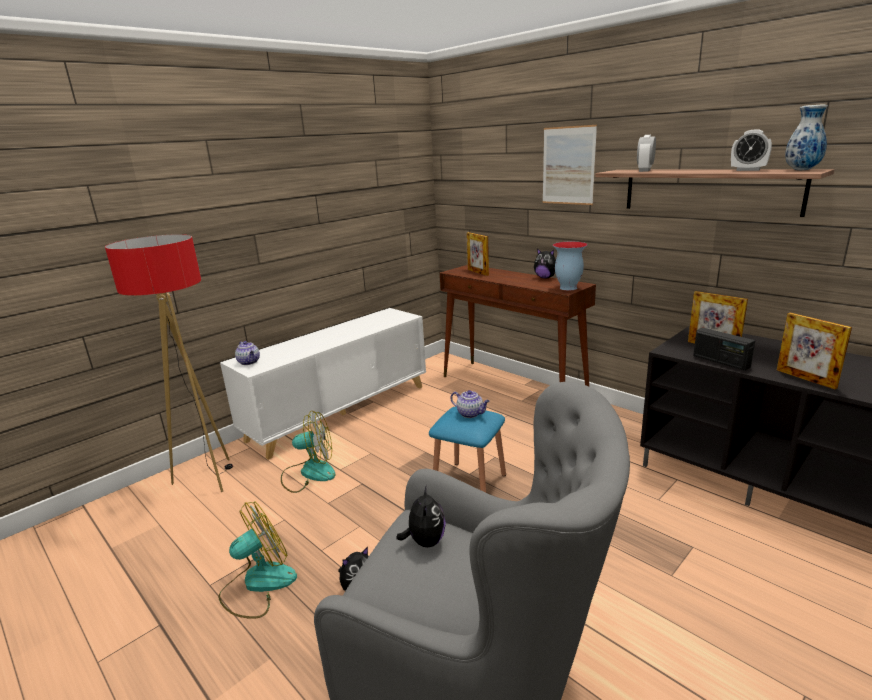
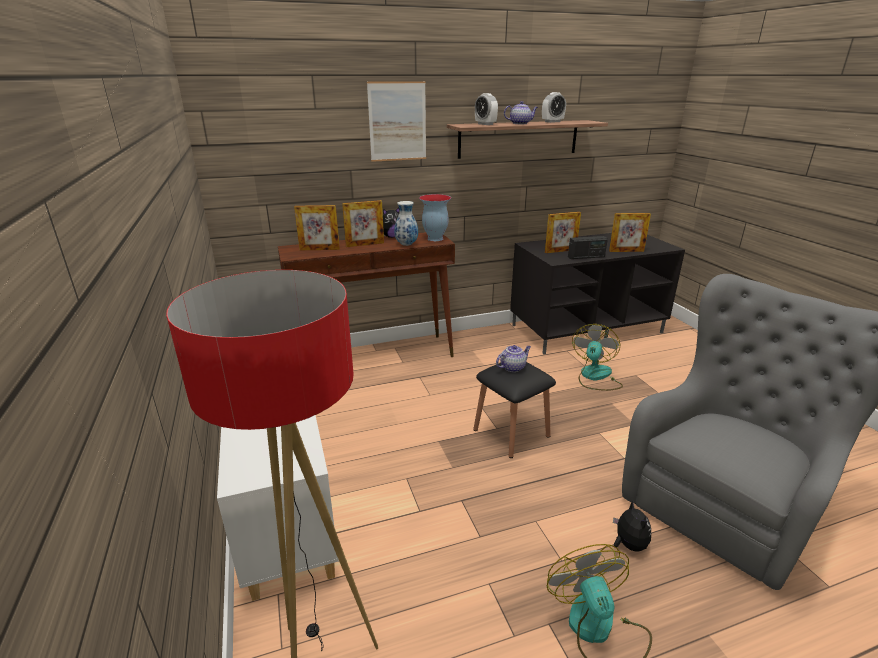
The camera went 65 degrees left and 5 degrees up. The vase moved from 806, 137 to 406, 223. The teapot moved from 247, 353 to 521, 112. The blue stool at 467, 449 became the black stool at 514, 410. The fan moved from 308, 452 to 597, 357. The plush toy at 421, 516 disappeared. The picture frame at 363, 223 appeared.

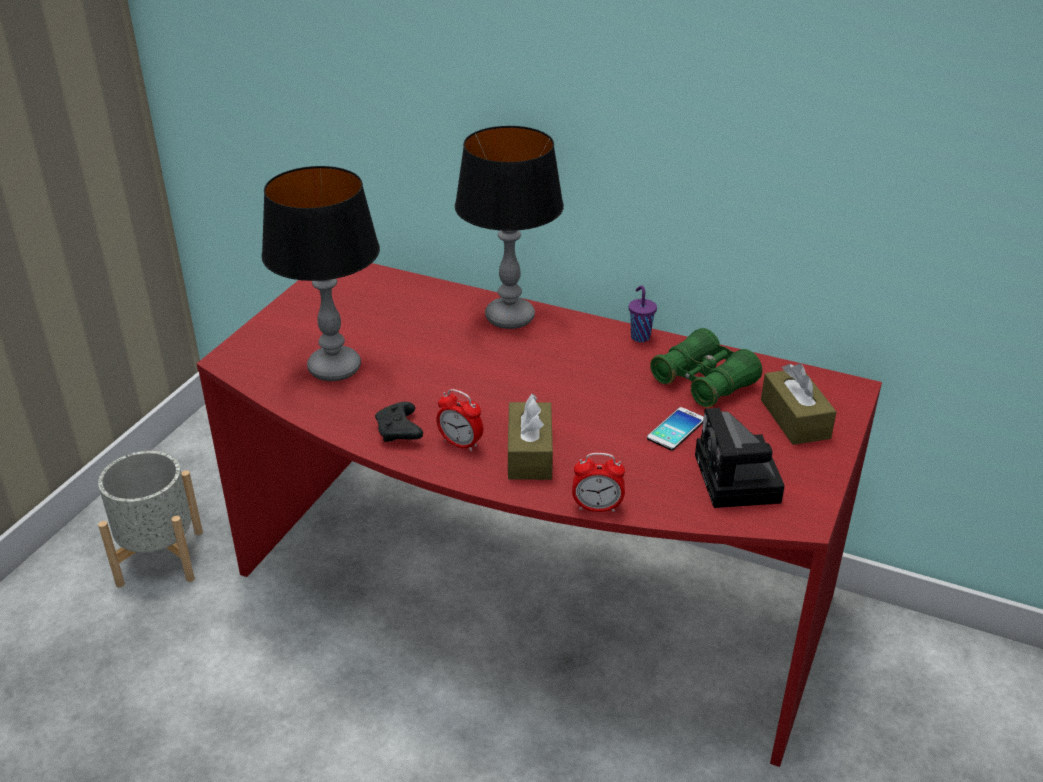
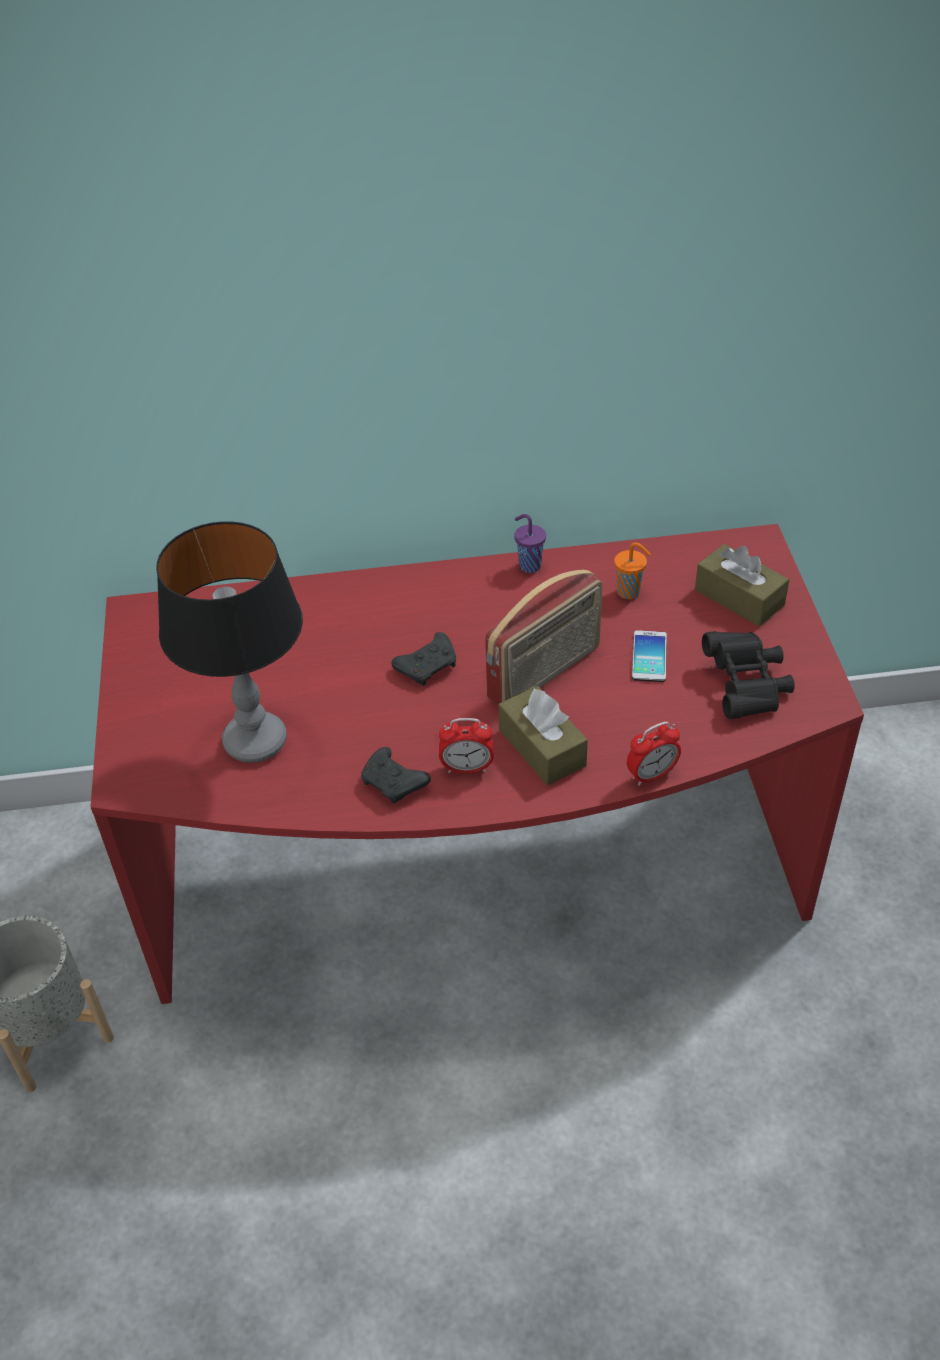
The camera went 30 degrees left and 10 degrees up. The table lamp at 509, 227 disappeared. The green binoculars at 706, 368 was replaced by the orange cup at 632, 570. The photo camera at 740, 458 was replaced by the black binoculars at 748, 675. The radio at 544, 637 appeared. The black game controller at 424, 658 appeared.

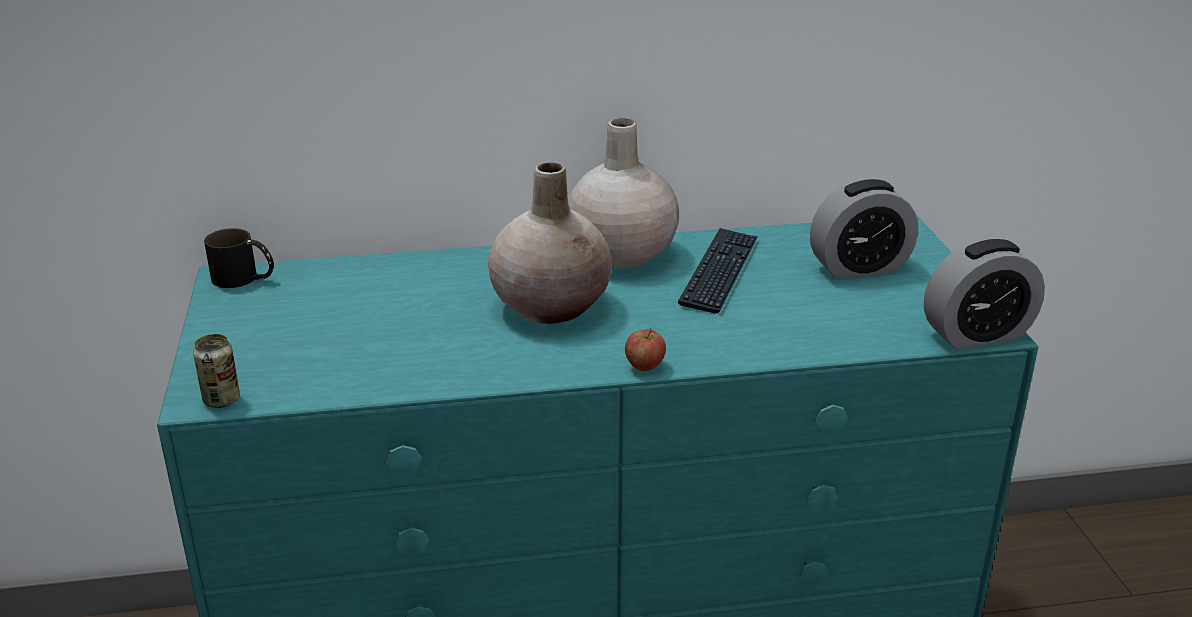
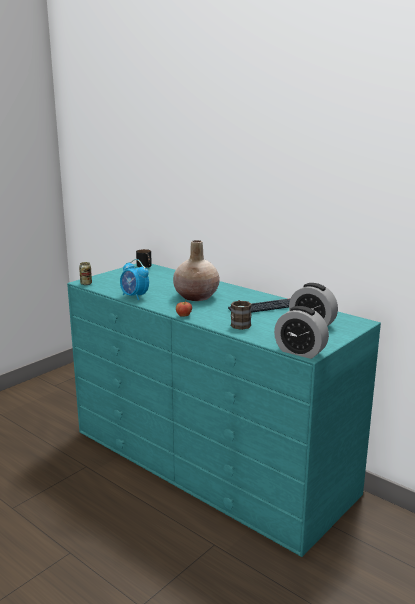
The camera went 50 degrees right and 10 degrees down. The beige vase at 623, 193 disappeared. The alarm clock at 134, 279 appeared. The brown mug at 241, 315 appeared.

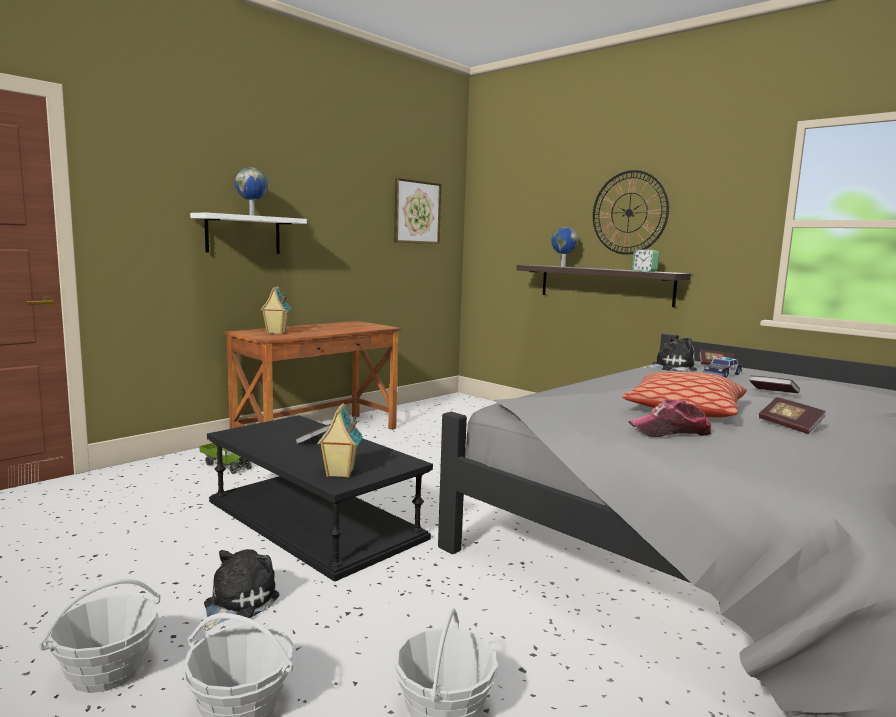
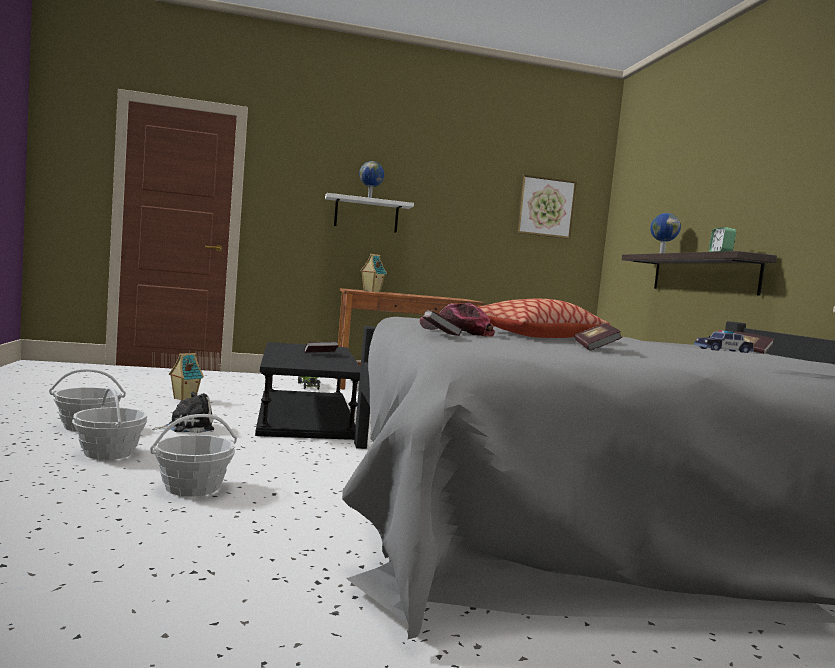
The camera went 35 degrees right and 5 degrees down. The wall clock at 631, 212 disappeared. The plush toy at 669, 354 disappeared. The book moved from 774, 385 to 442, 323. The toy house moved from 340, 440 to 186, 377.

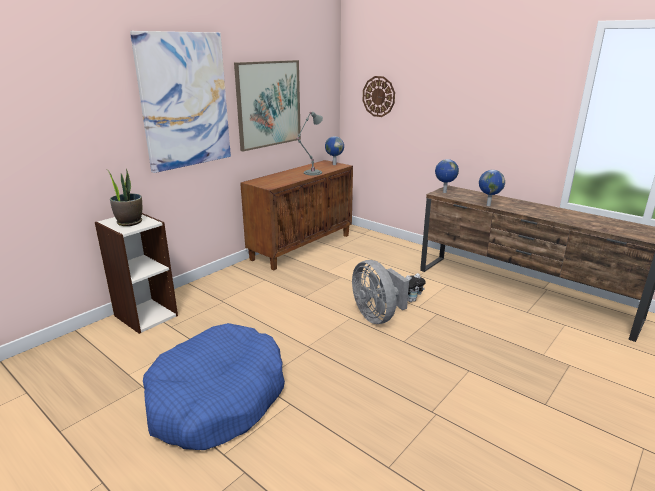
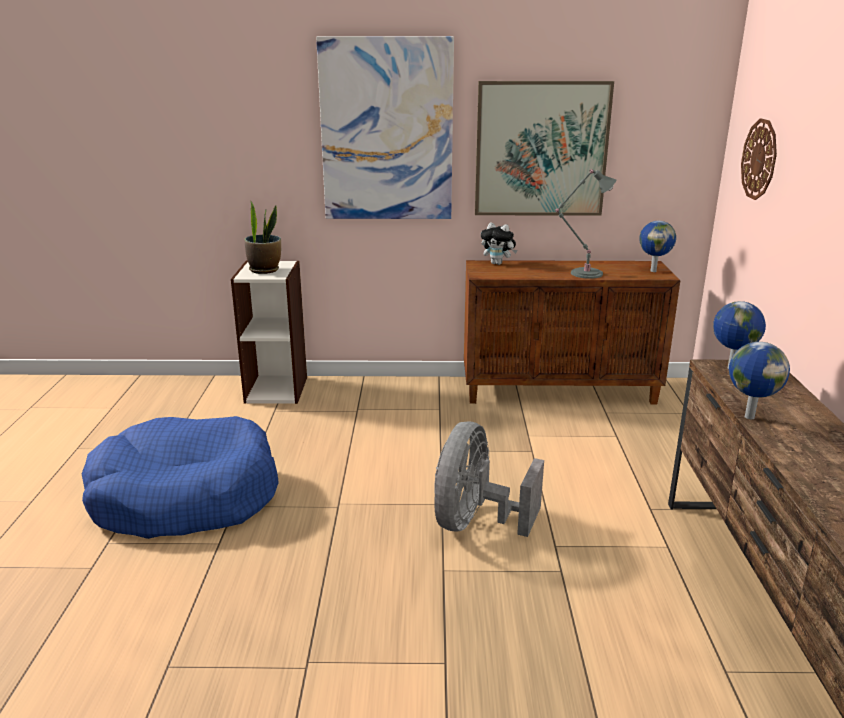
The camera went 50 degrees right and 0 degrees up. The plush toy moved from 416, 287 to 499, 244.

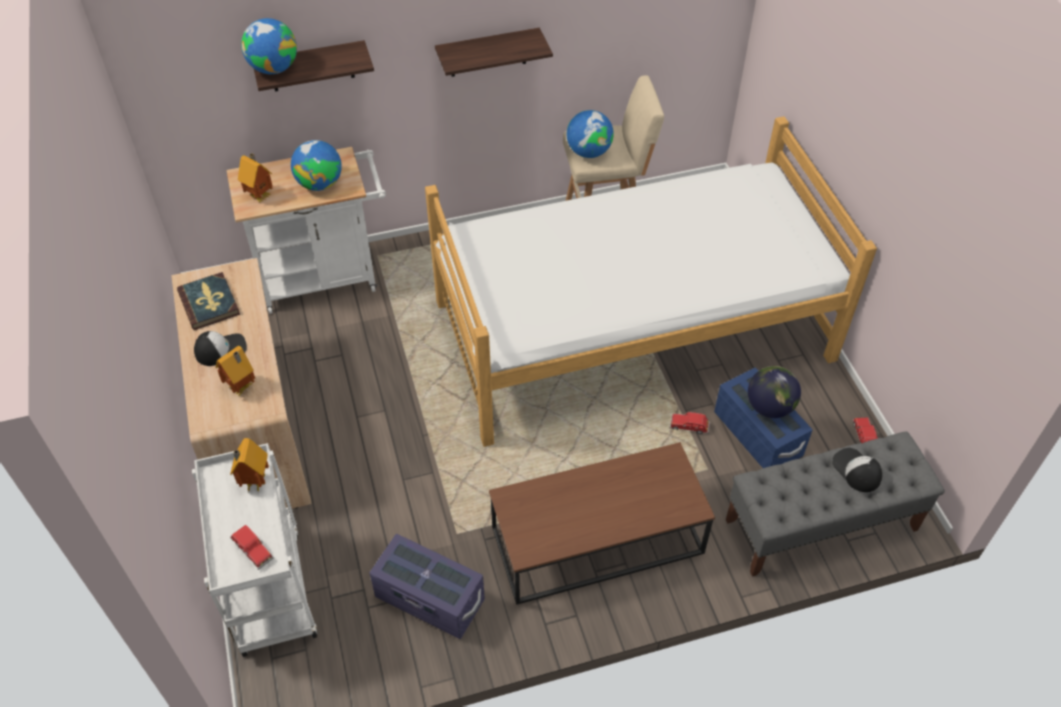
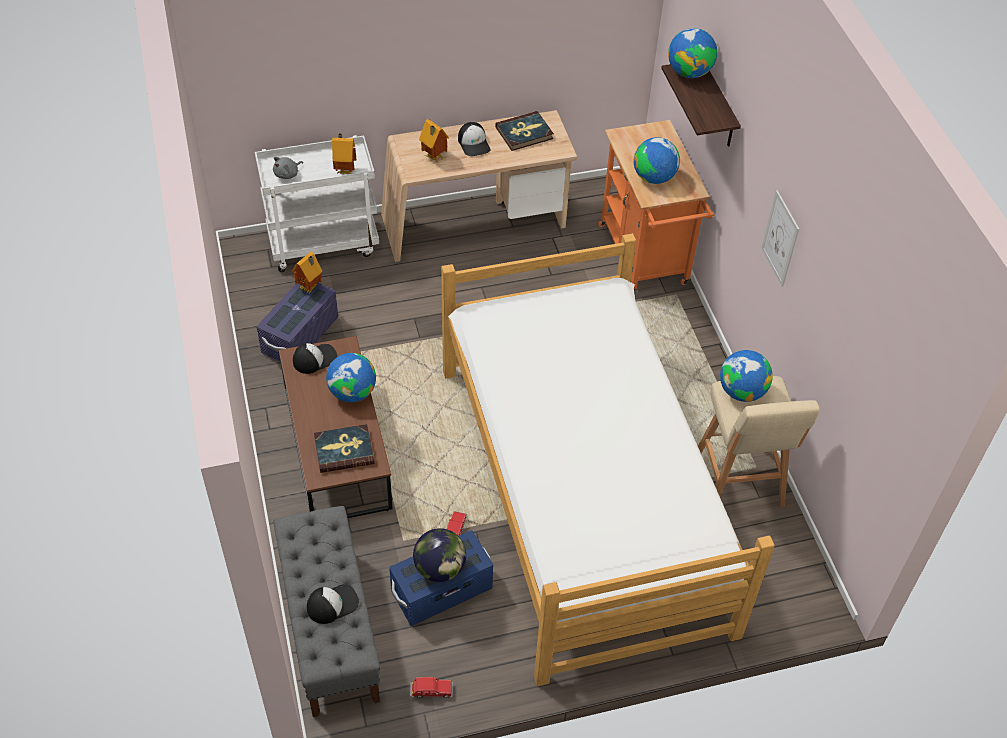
The camera went 90 degrees right and 0 degrees up. The shelf at 494, 52 was replaced by the picture at 780, 238. The white cart at 306, 230 became the orange cart at 656, 206. The toy house moved from 255, 177 to 307, 273. The red toy car at 252, 547 was replaced by the grey plush toy at 288, 168. The cap at 315, 358 appeared. The globe at 351, 377 appeared. The book at 344, 448 appeared.

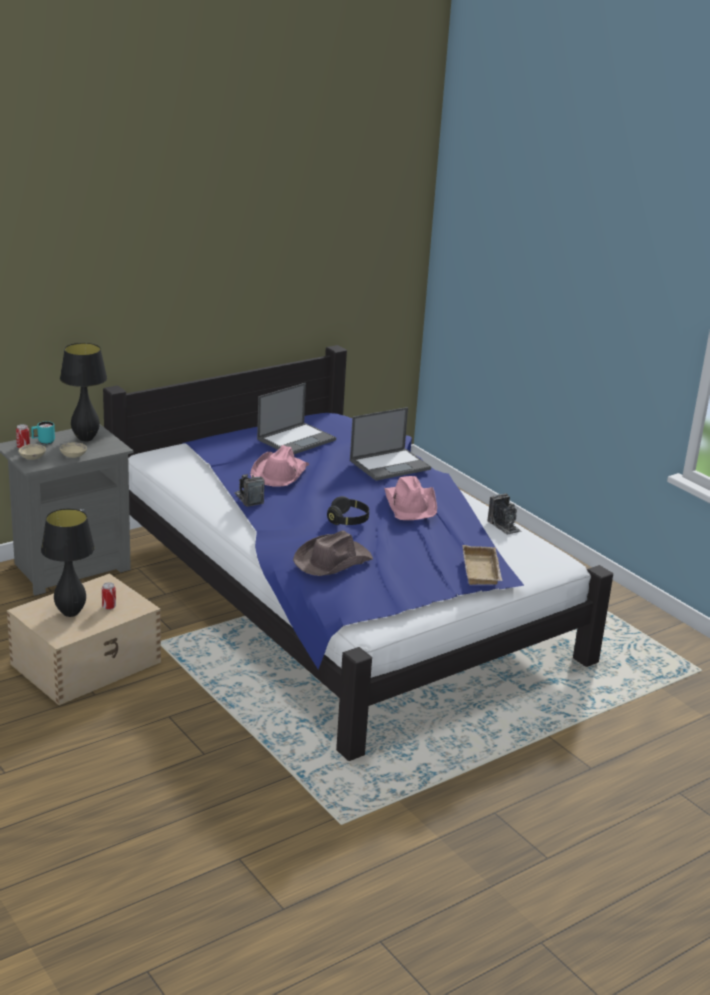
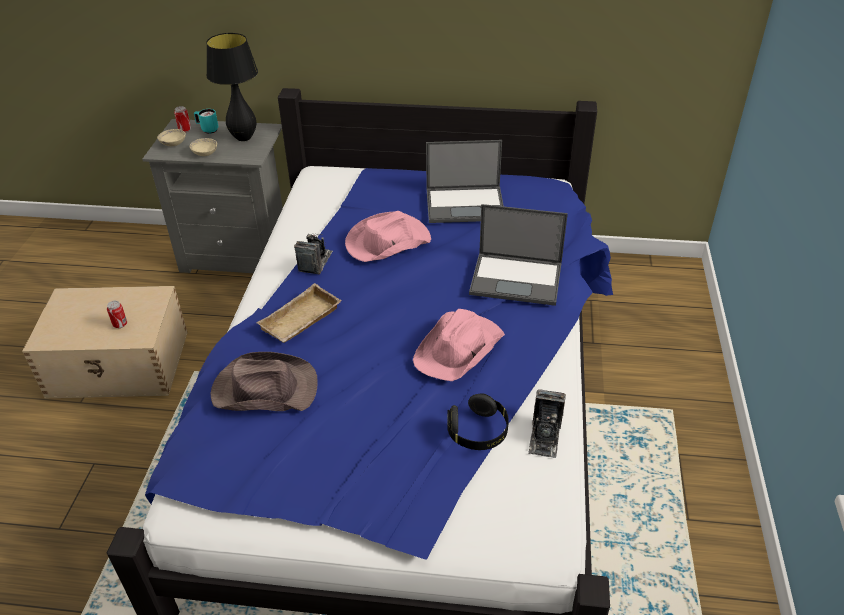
The camera went 45 degrees right and 15 degrees up. The black headphones moved from 348, 510 to 478, 421. The black table lamp at 68, 563 disappeared. The beige tray moved from 482, 565 to 299, 313.

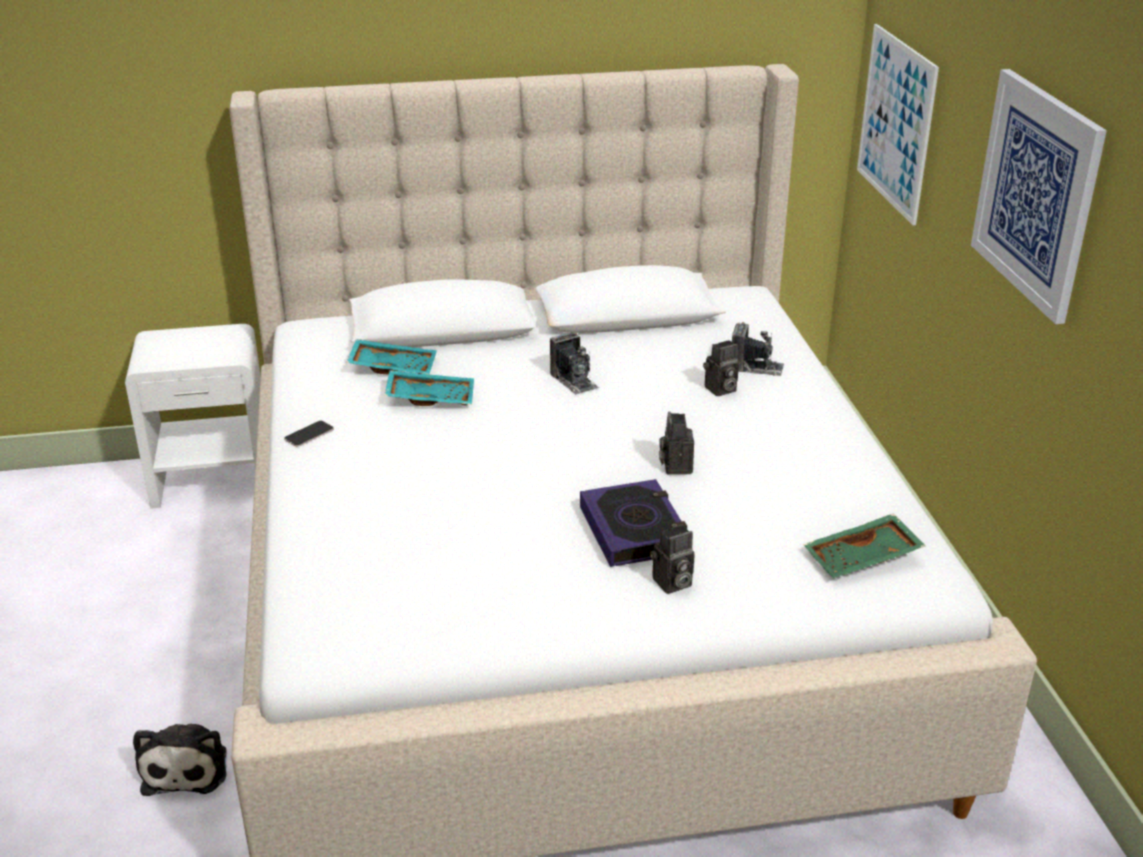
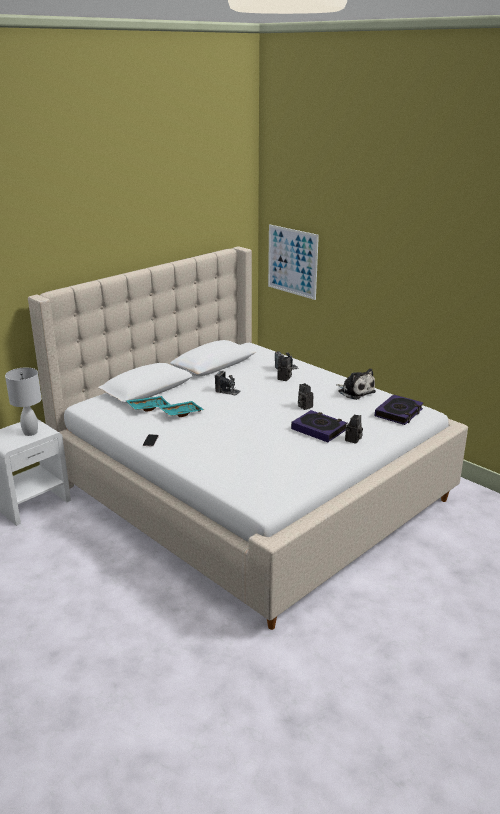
The camera went 35 degrees left and 5 degrees down. The picture at 1039, 196 disappeared. The green tray at 864, 546 was replaced by the book at 399, 409. The plush toy moved from 180, 759 to 356, 384. The white table lamp at 23, 401 appeared.

